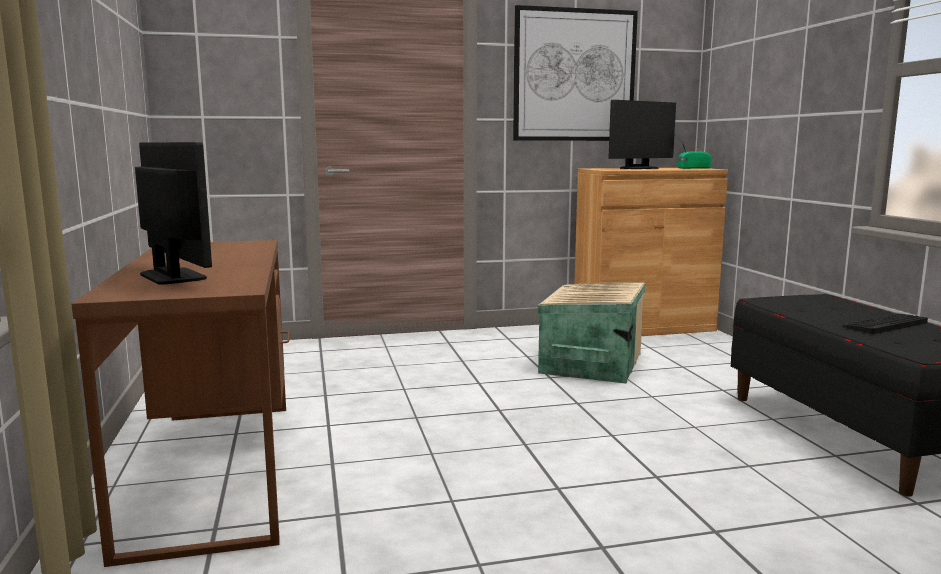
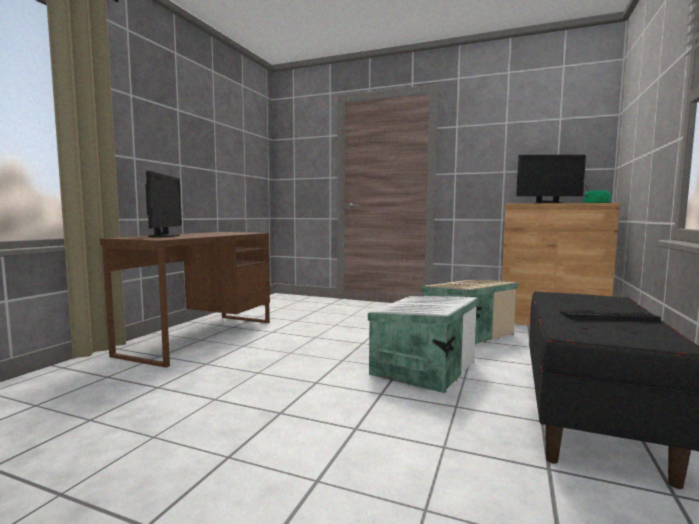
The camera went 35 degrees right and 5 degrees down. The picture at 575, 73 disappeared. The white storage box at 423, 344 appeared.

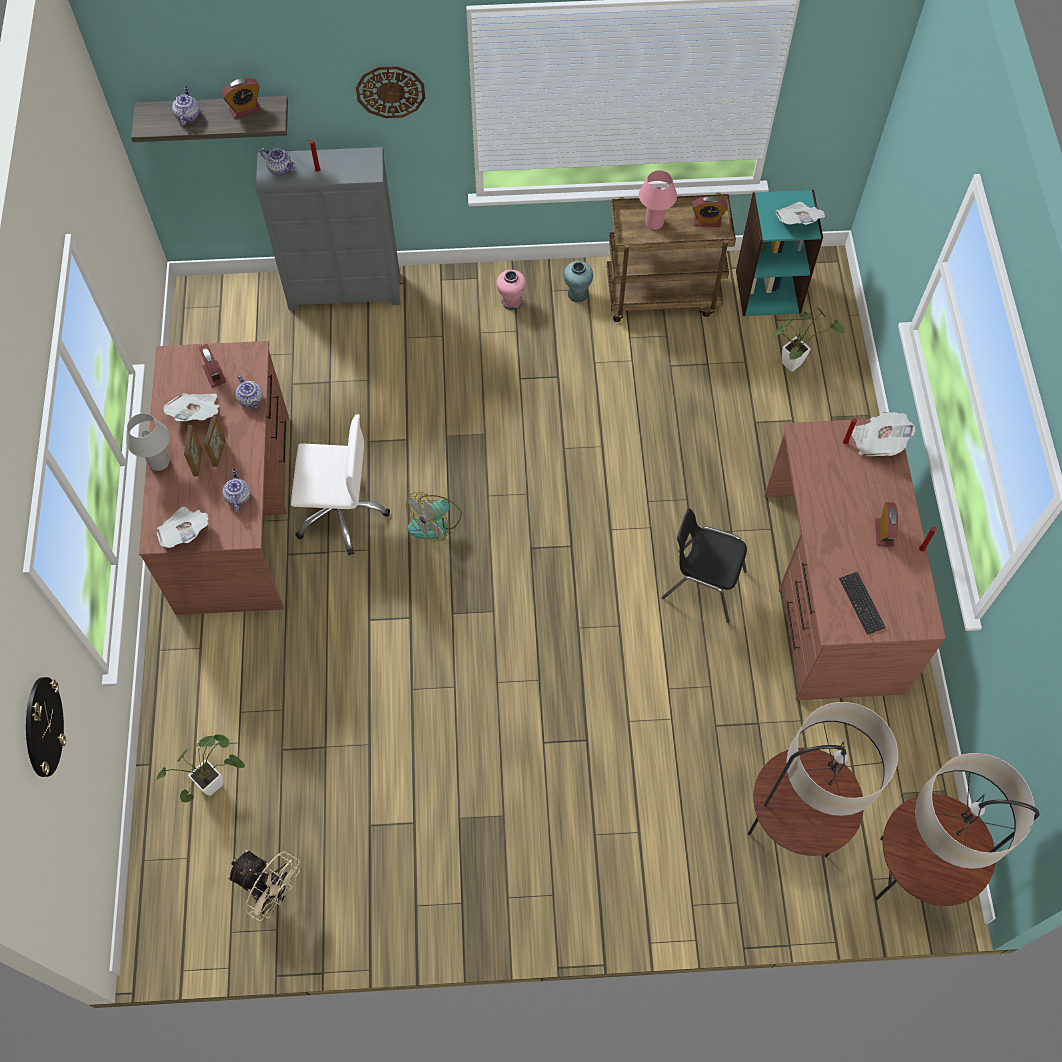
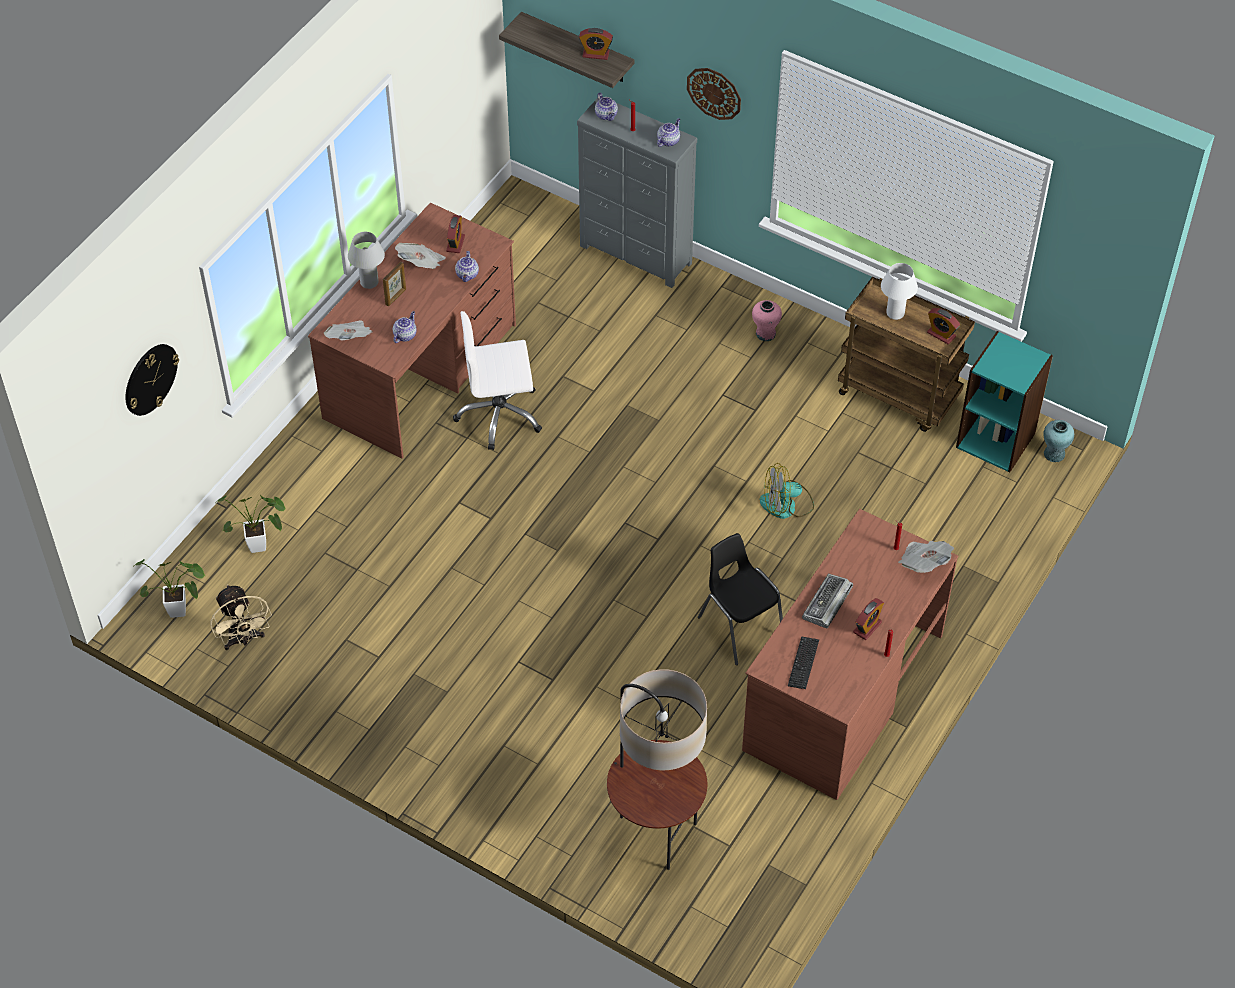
The camera went 35 degrees right and 10 degrees down. The teapot moved from 185, 106 to 669, 132. The pink table lamp at 658, 200 became the white table lamp at 899, 291. The newspaper at 800, 213 disappeared. The turquoise vase moved from 578, 282 to 1058, 441. The potted plant moved from 808, 339 to 169, 588. The white office chair at 340, 484 turned 135 degrees clockwise. The picture frame at 215, 441 disappeared. The fan moved from 434, 516 to 786, 491. The floor lamp at 957, 829 disappeared. The keyboard at 827, 601 appeared.

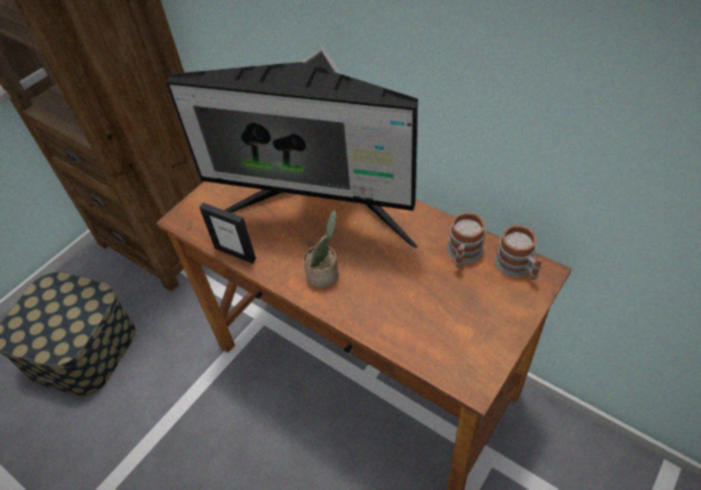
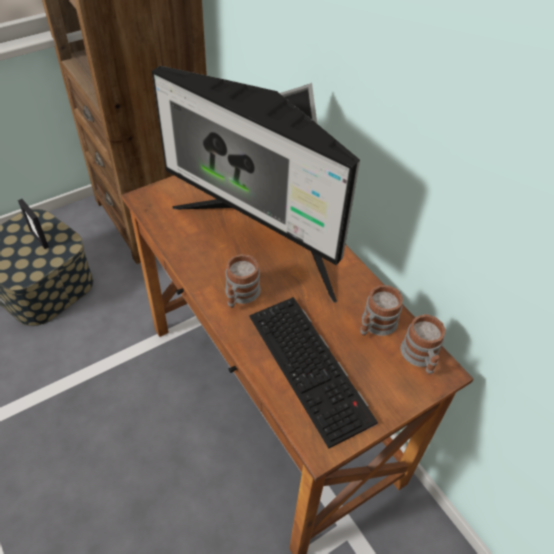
The camera went 15 degrees right and 0 degrees up. The picture frame moved from 227, 233 to 33, 224. The potted plant at 320, 249 was replaced by the mug at 243, 281. The keyboard at 313, 372 appeared.

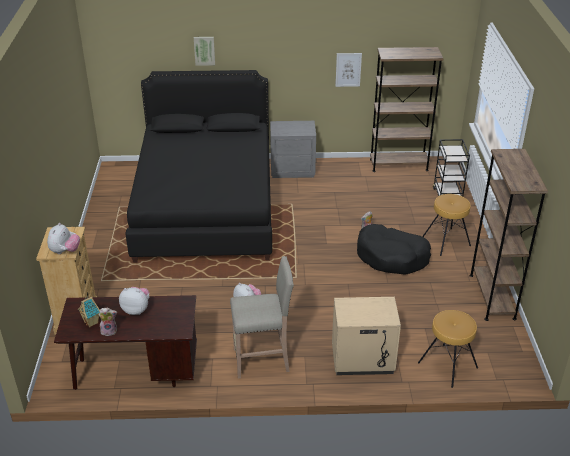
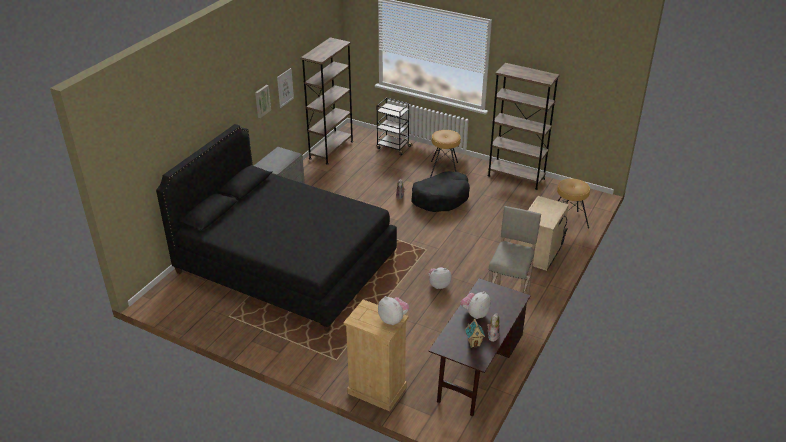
The camera went 60 degrees left and 0 degrees up. The picture moved from 204, 51 to 263, 101.

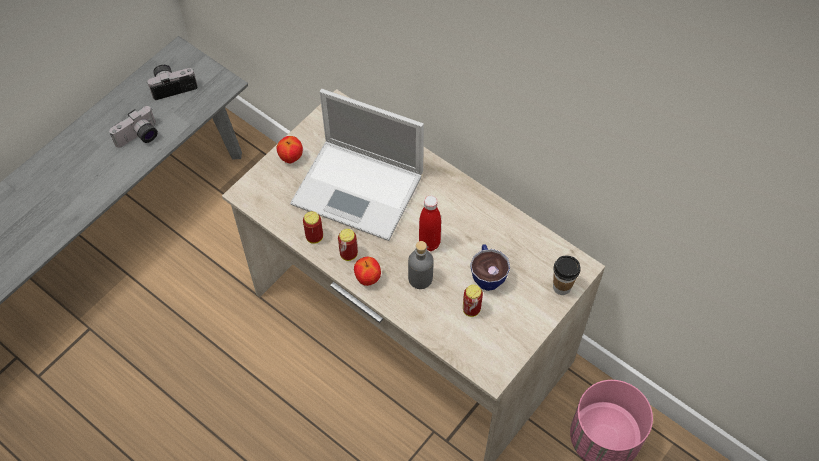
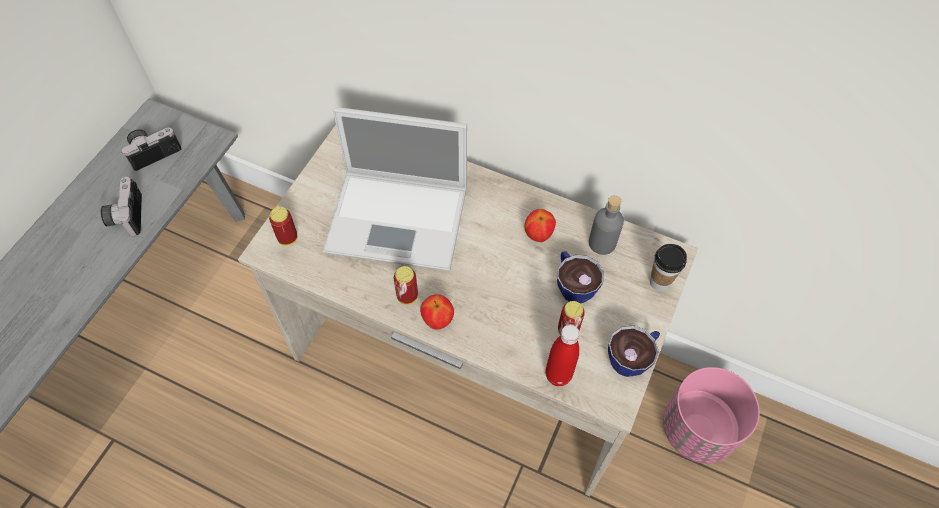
The camera went 15 degrees left and 0 degrees up. The photo camera at 133, 127 turned 135 degrees clockwise. The apple moved from 290, 150 to 540, 225. The red bottle moved from 430, 223 to 562, 355. The can moved from 313, 227 to 283, 226. The grey bottle moved from 420, 265 to 606, 225. The cup at 634, 351 appeared.

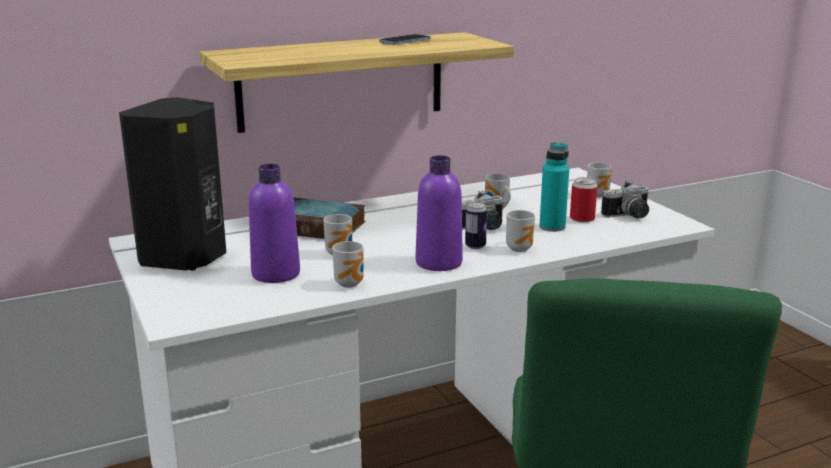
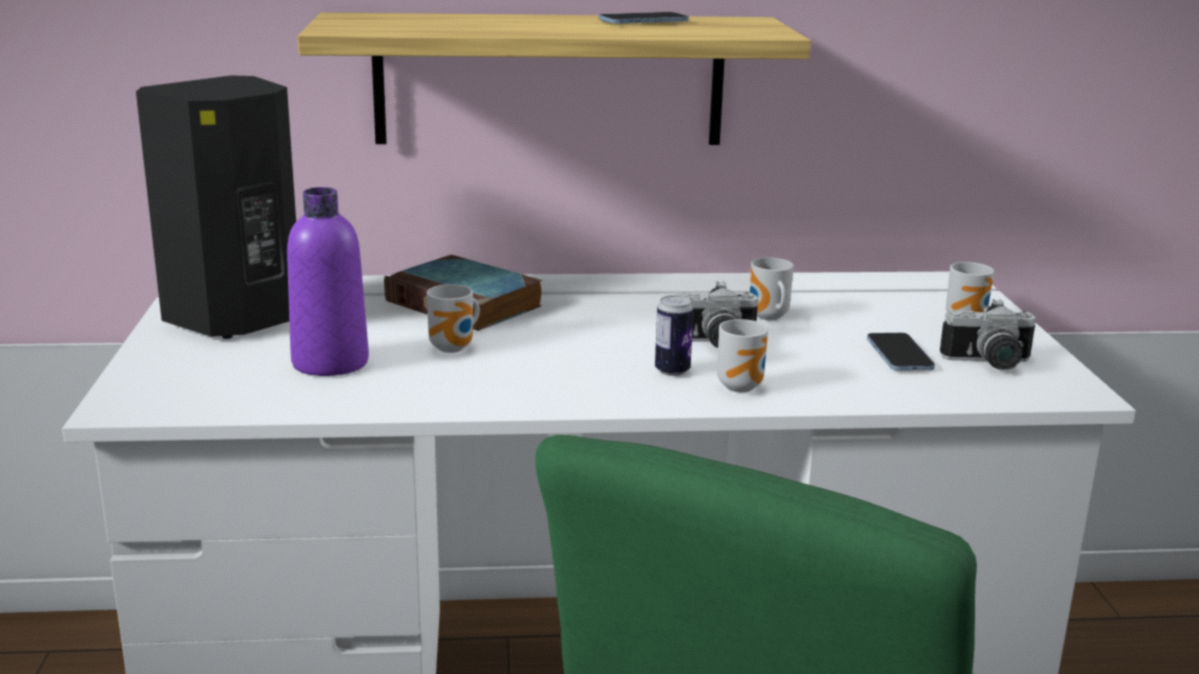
The camera went 20 degrees right and 0 degrees up. The turquoise bottle at 554, 187 disappeared. The purple bottle at 439, 213 disappeared. The can at 584, 200 was replaced by the phone at 901, 352. The mug at 348, 264 disappeared.

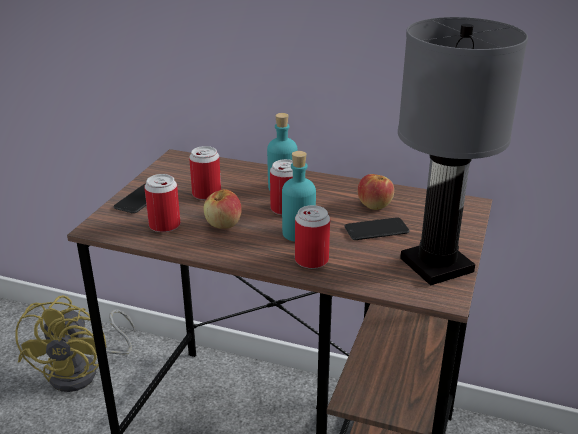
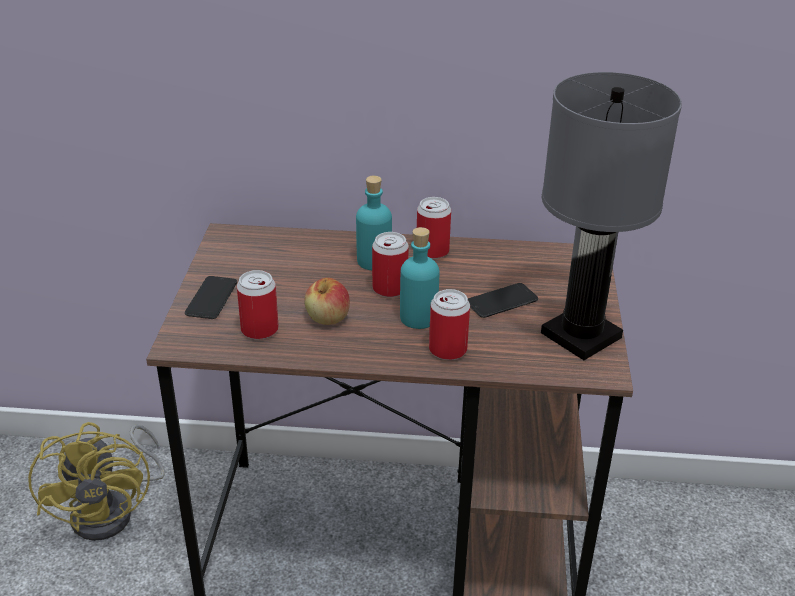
The camera went 15 degrees left and 5 degrees up. The can moved from 205, 173 to 434, 228. The apple at 375, 192 disappeared.

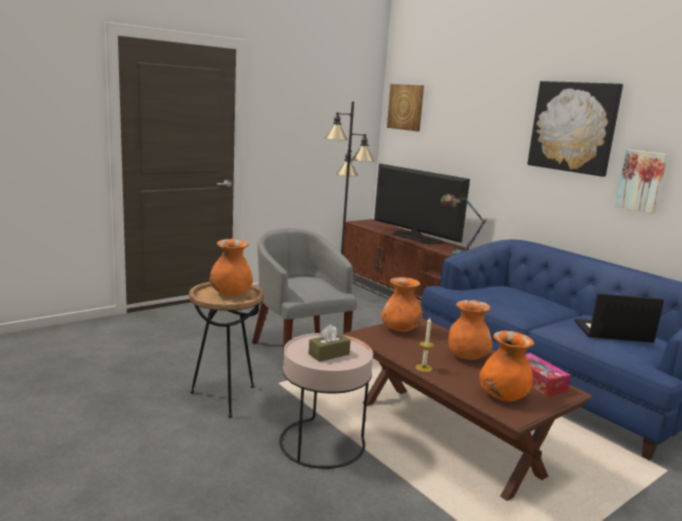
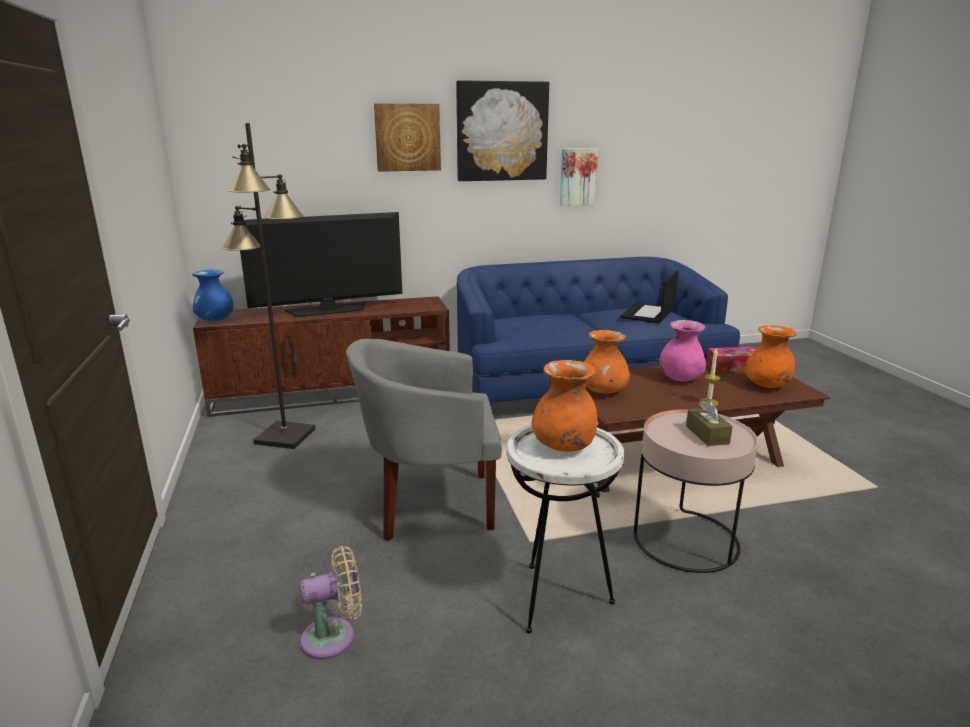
The camera went 65 degrees left and 5 degrees up. The picture moved from 405, 107 to 407, 137. The table lamp at 464, 224 disappeared. The brown side table at 226, 350 became the white side table at 565, 529. The orange vase at 471, 330 became the pink vase at 682, 350. The blue vase at 213, 295 appeared. The beige fan at 331, 603 appeared.

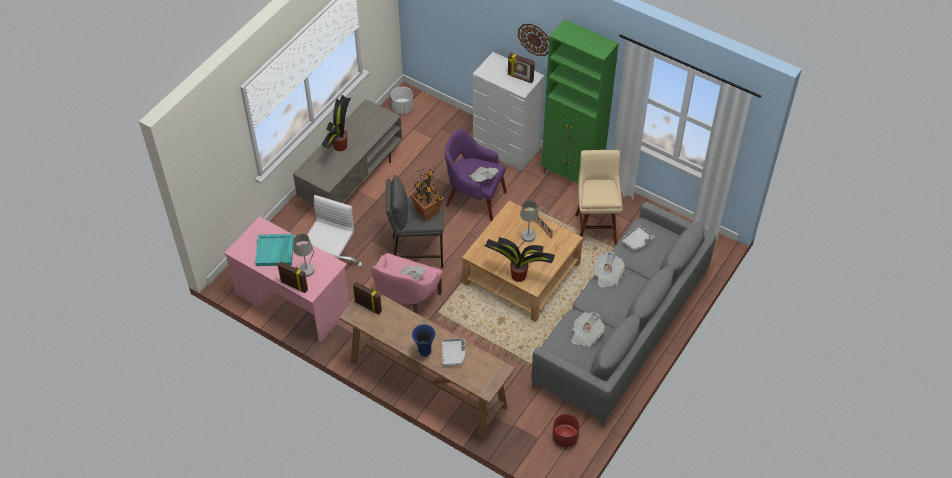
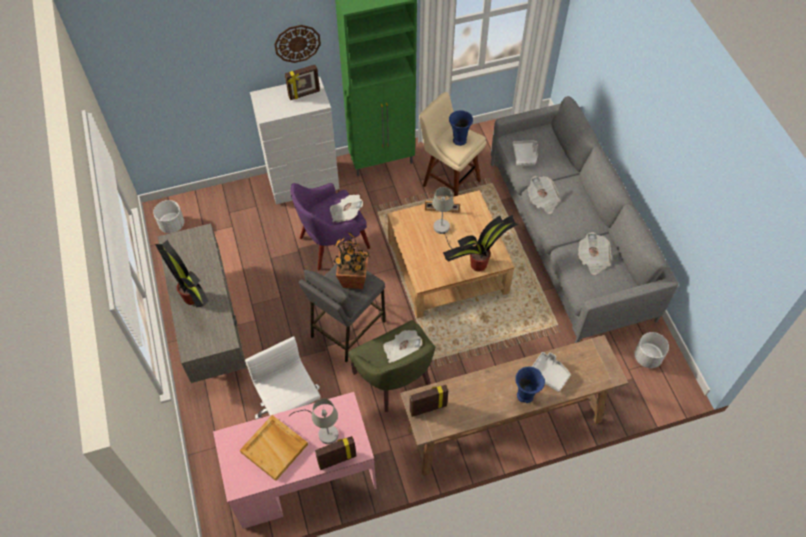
The camera went 50 degrees left and 5 degrees up. The turquoise tray at 274, 250 became the beige tray at 274, 448. The pink armchair at 407, 283 became the green armchair at 391, 366. The red planter at 566, 430 became the white planter at 651, 350. The blue vase at 461, 128 appeared.

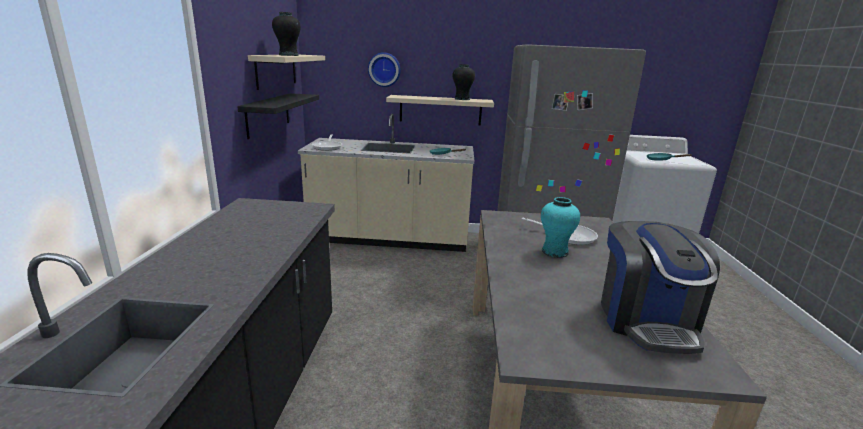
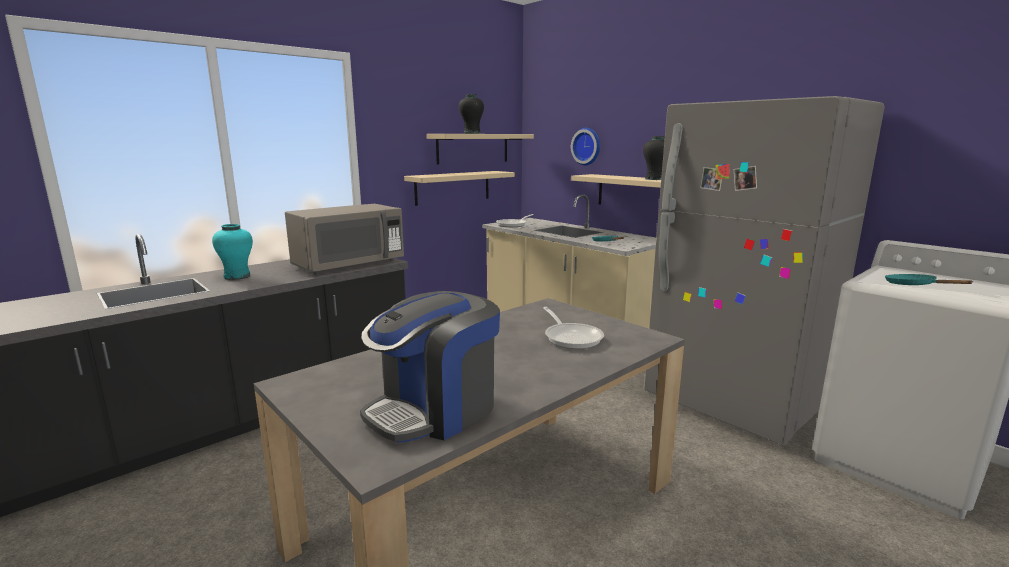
The camera went 45 degrees right and 5 degrees down. The black shelf at 278, 116 became the beige shelf at 459, 188. The turquoise vase moved from 560, 227 to 232, 252. The grey microwave at 344, 239 appeared.

